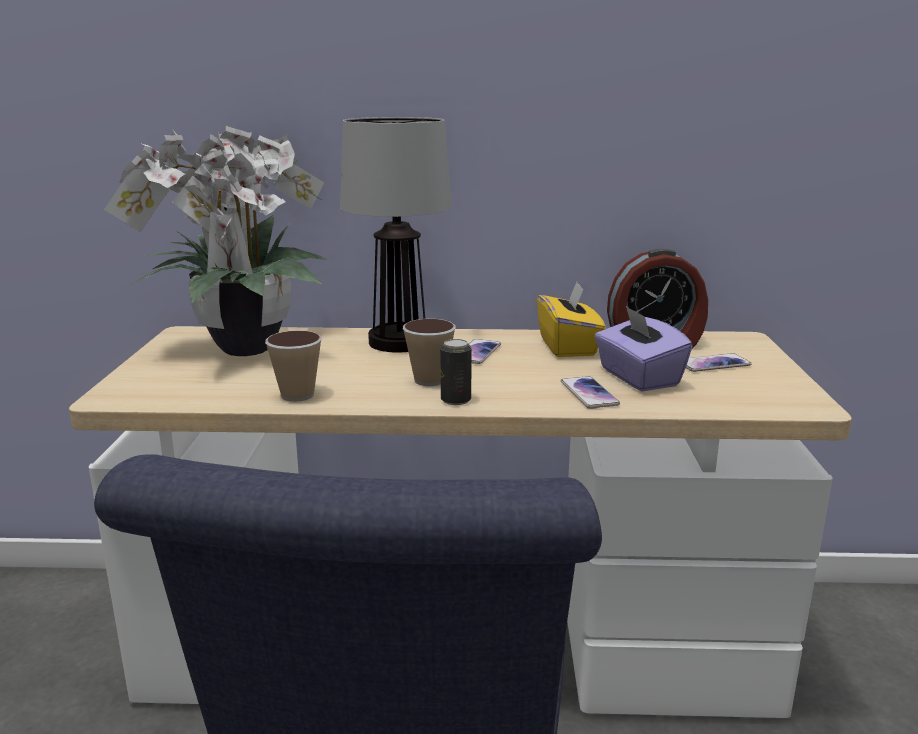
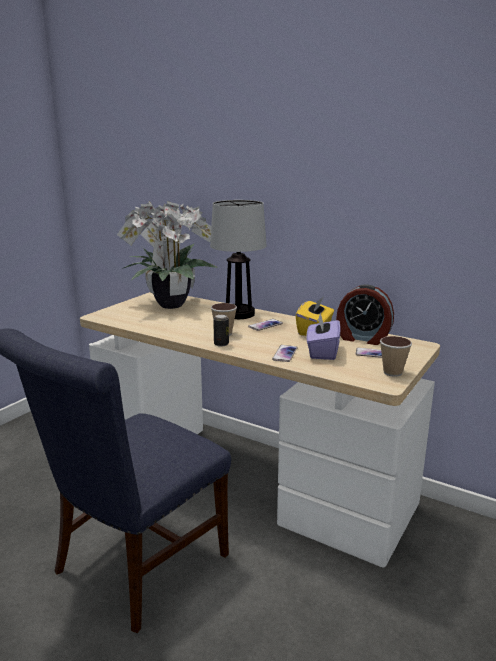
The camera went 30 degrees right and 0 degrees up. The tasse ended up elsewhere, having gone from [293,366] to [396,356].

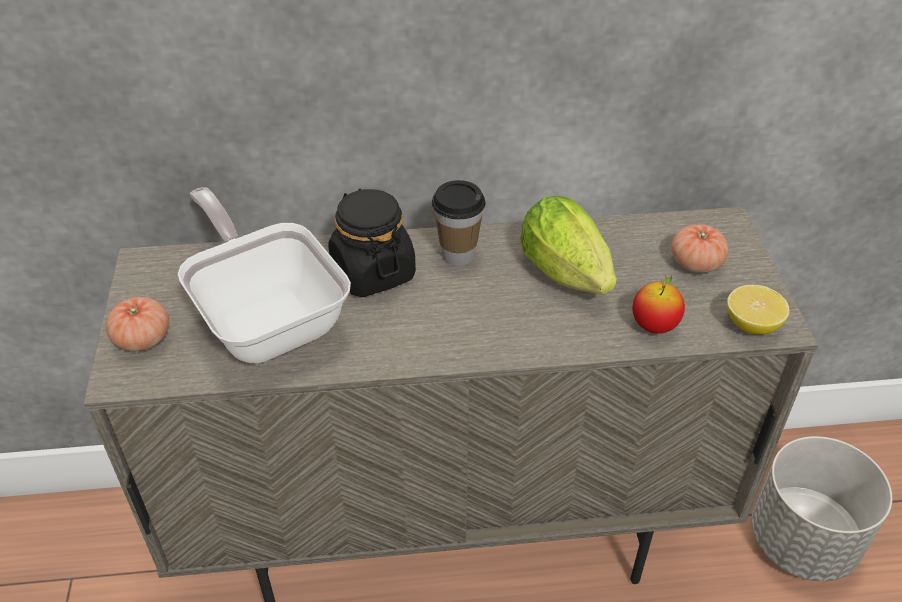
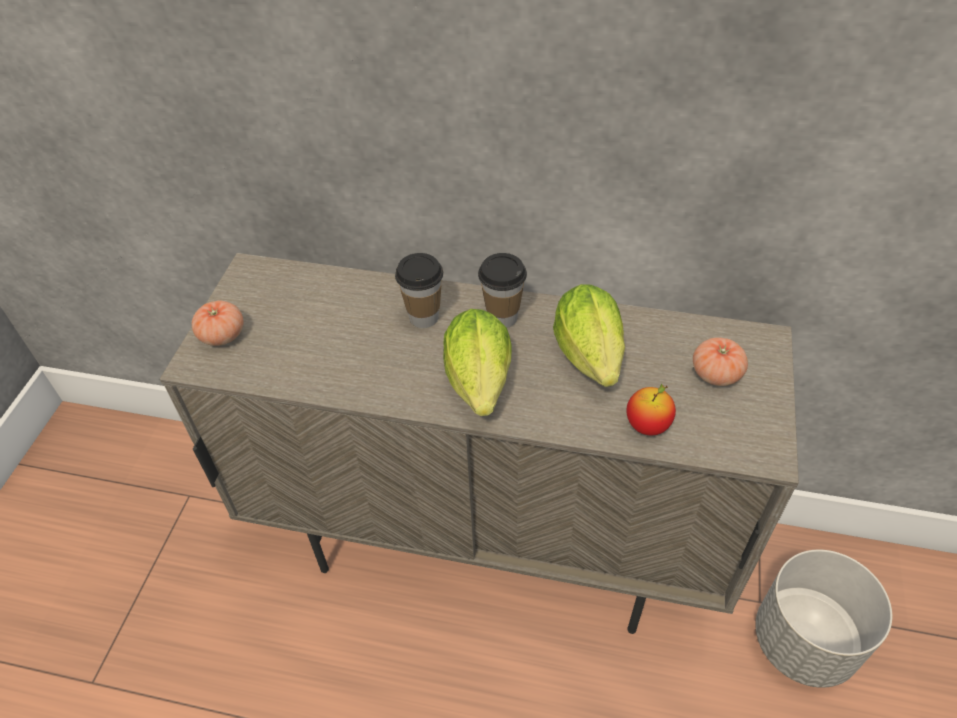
The camera went 20 degrees right and 5 degrees up. The second view lost the poêle at [264,275]. Where the bocal/noir stood at [372,242], the tasse came to stand at [419,290]. The second view lost the citron at [758,309]. The second view gained the laitue at [477,362].

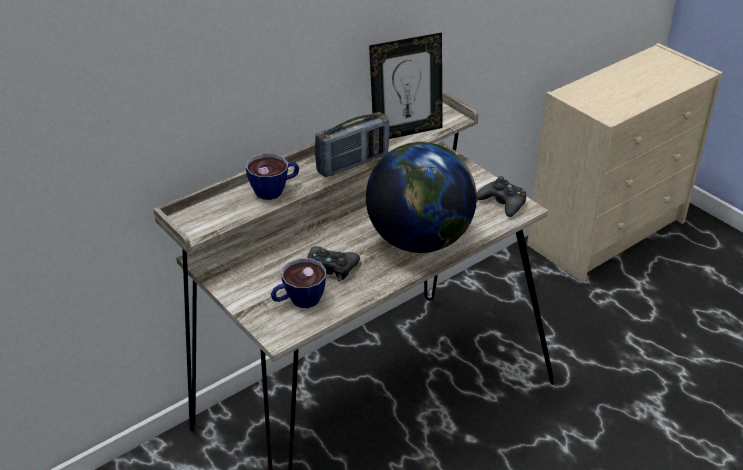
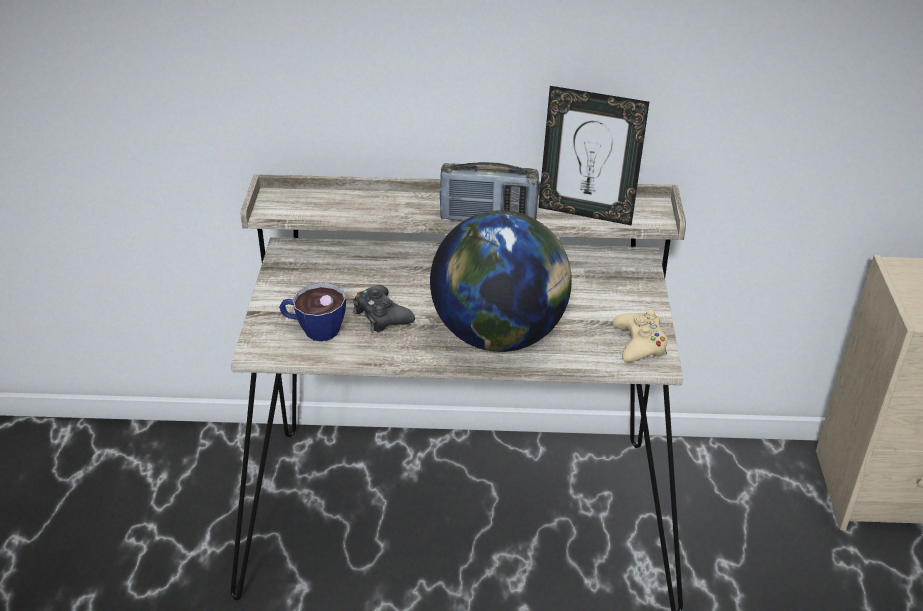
The camera went 40 degrees right and 0 degrees up. The second view lost the tasse at [272,177]. What was the manette/noir at [501,196] turned into the manette/beige at [640,336].

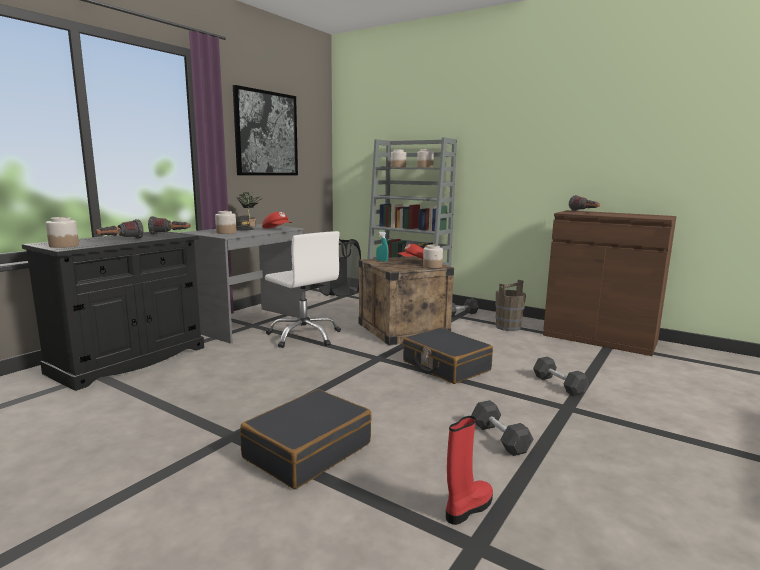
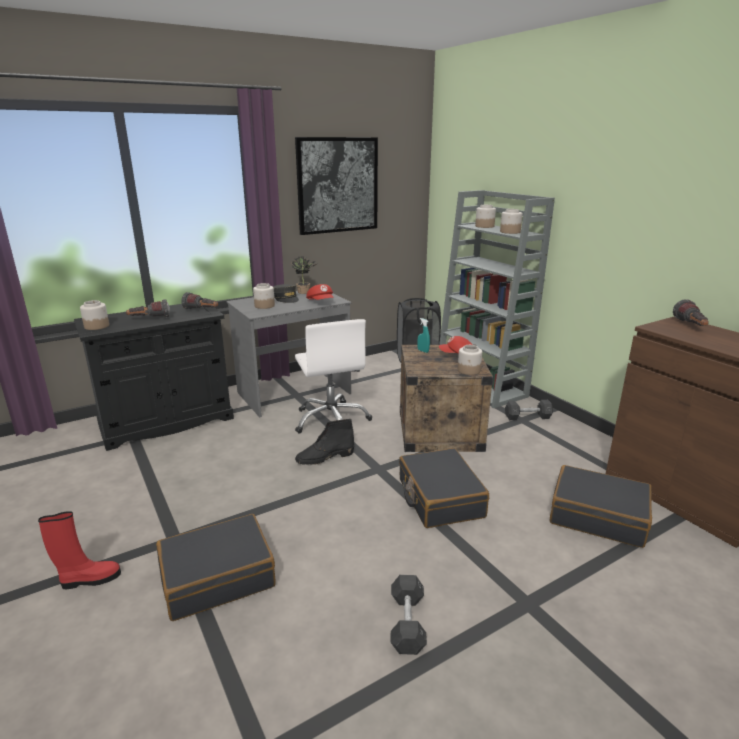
The camera went 25 degrees right and 10 degrees up. The botte/rouge ended up elsewhere, having gone from [469,470] to [79,550]. The second view lost the seau/marron at [510,305]. The second view lost the haltère/gris at [560,376]. The second view gained the botte/noir at [324,442]. The second view gained the valise/noir at [600,506].

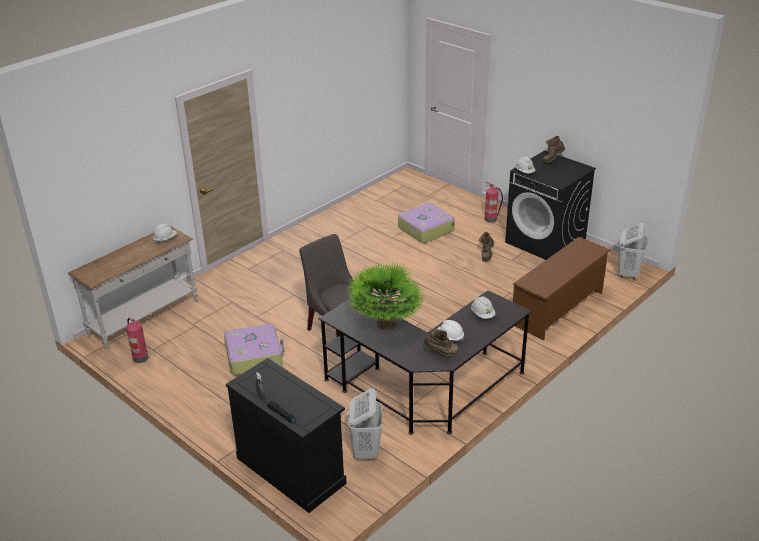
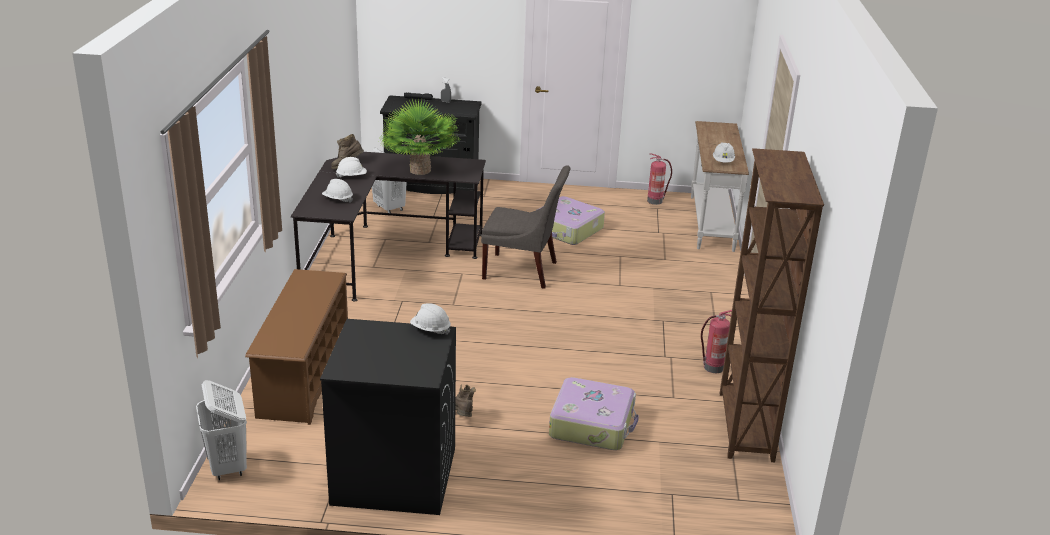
The camera went 140 degrees right and 5 degrees down. The extincteur ended up elsewhere, having gone from [494,202] to [716,341]. The second view lost the botte/marron at [553,149]. The second view gained the bibliothèque/marron at [771,305].

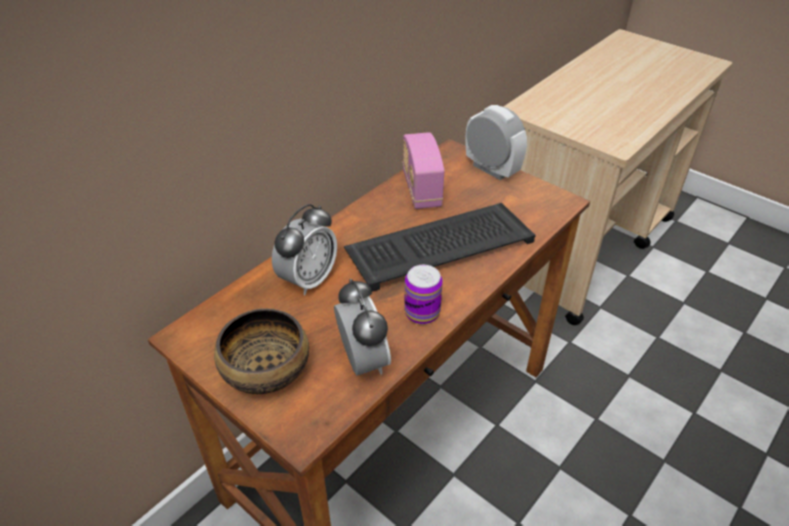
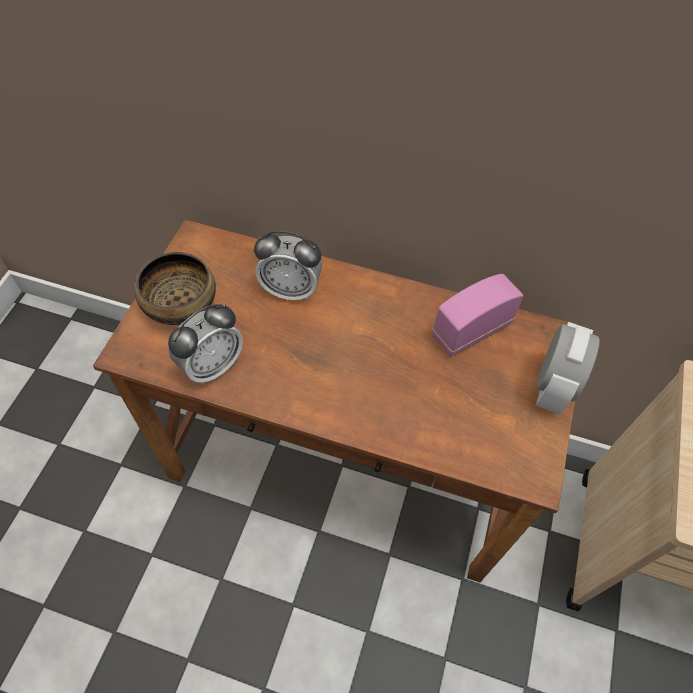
The camera went 65 degrees right and 15 degrees up. The second view lost the clavier at [440,247]. The second view lost the boîte métallique at [423,294].

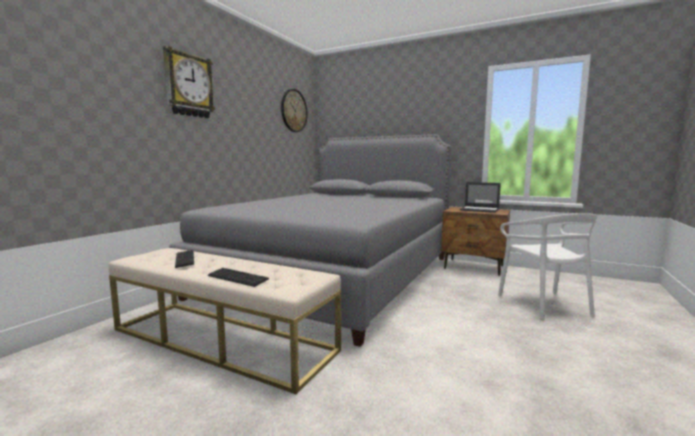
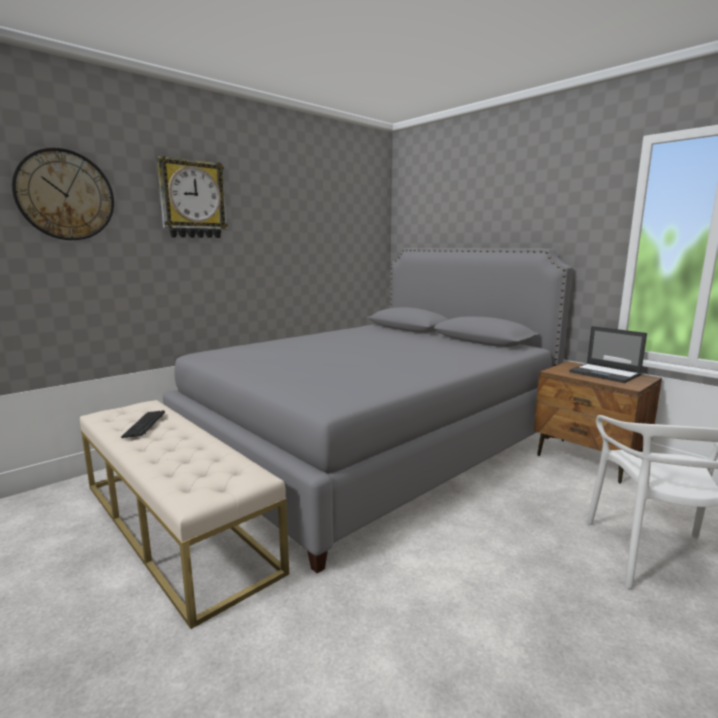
The camera went 20 degrees right and 5 degrees up. The second view lost the clavier at [238,277]. The horloge murale ended up elsewhere, having gone from [294,110] to [63,194].

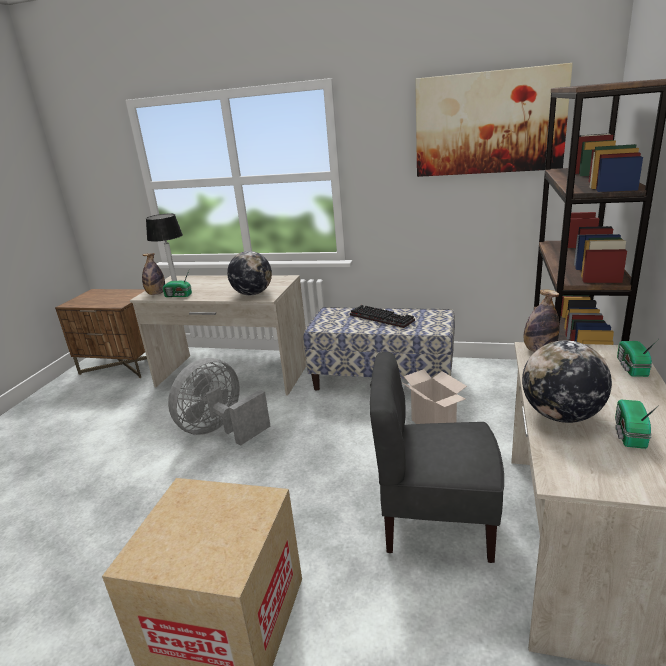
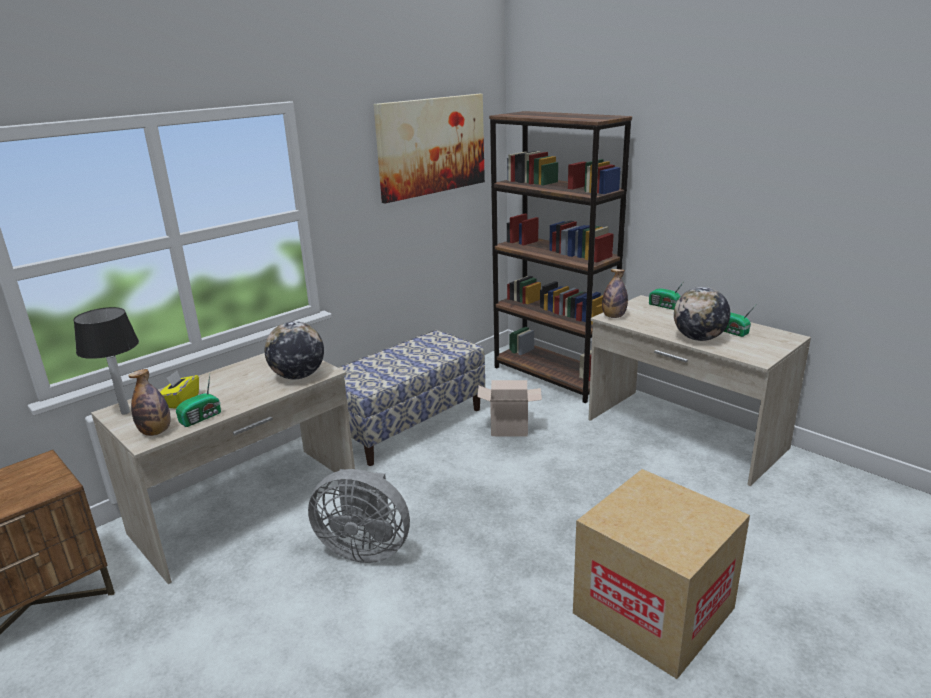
The camera went 60 degrees left and 0 degrees up. The ventilateur/gris at [219,402] ended up facing another way, 60 degrees counterclockwise from before. The second view lost the clavier at [382,316]. The second view lost the chaise/gris at [437,457]. The second view gained the boîte à mouchoirs/jaune at [179,390].

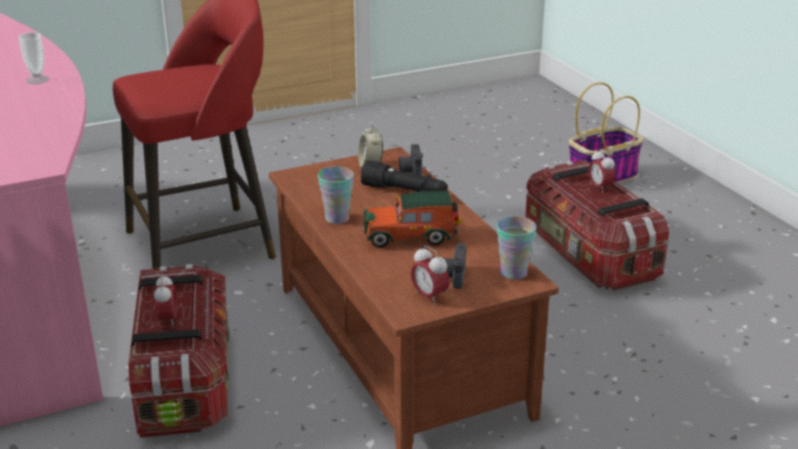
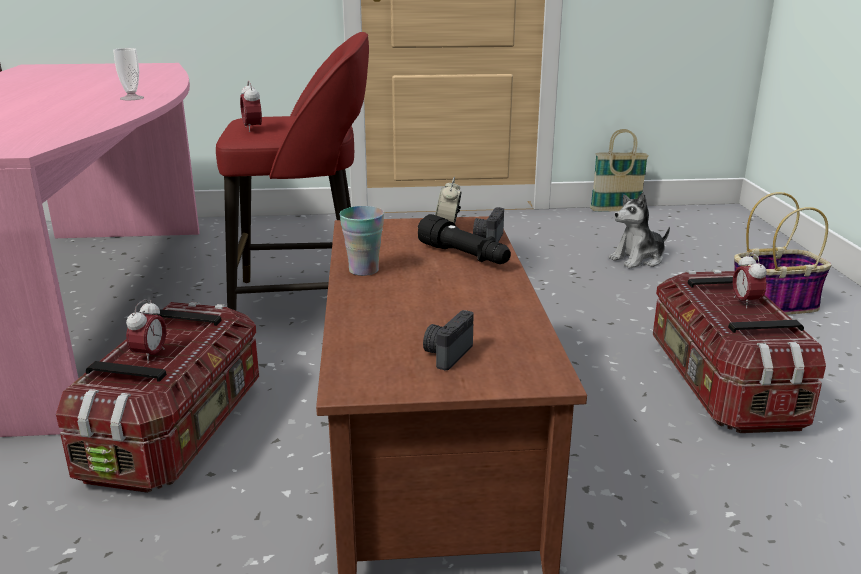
The camera went 20 degrees right and 5 degrees down. The second view lost the petite voiture at [413,219]. The réveil ended up elsewhere, having gone from [430,275] to [251,106]. The second view lost the tasse at [516,248]. The second view gained the panier at [619,170]. The second view gained the peluche at [639,230].

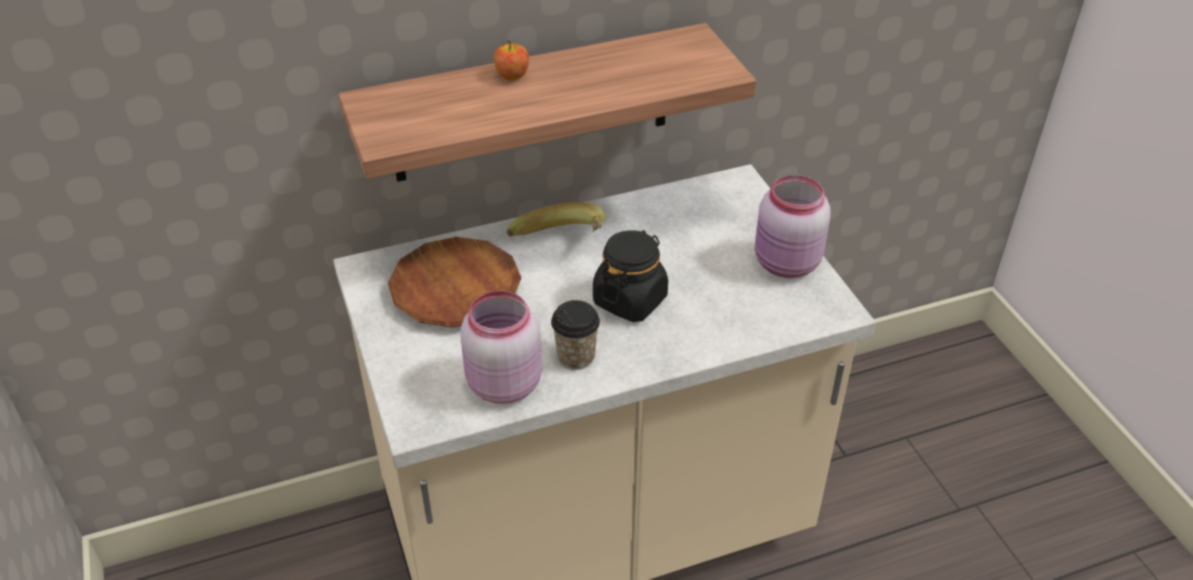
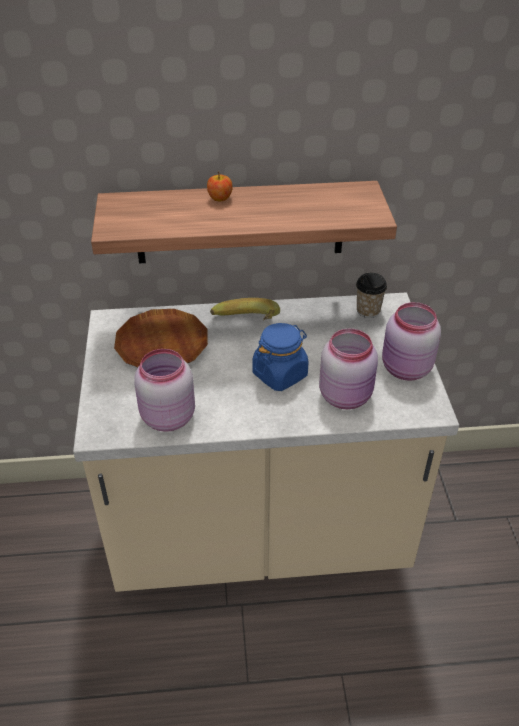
The camera went 15 degrees right and 0 degrees up. The tasse ended up elsewhere, having gone from [575,335] to [371,295]. What was the bocal/noir at [630,276] turned into the bocal/bleu at [280,357]. The second view gained the bocal/rose at [348,369].

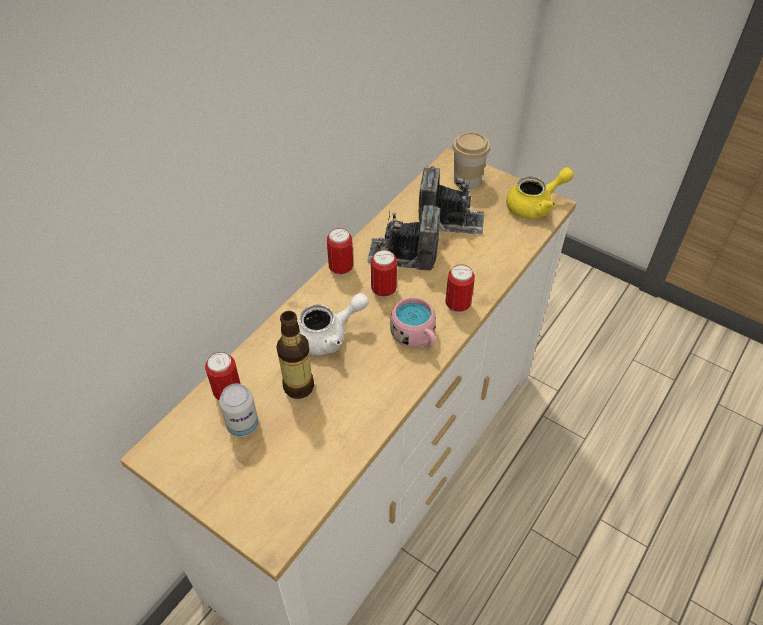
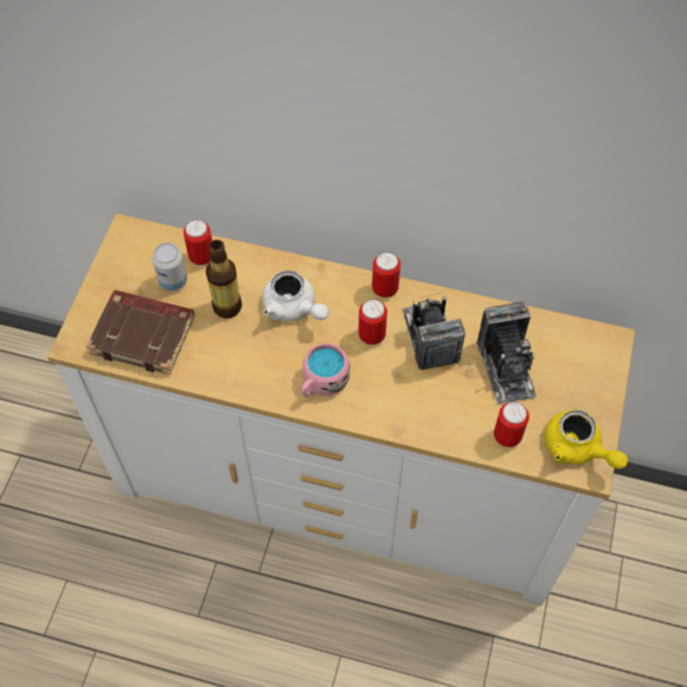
The camera went 70 degrees right and 10 degrees up. The boîte métallique ended up elsewhere, having gone from [460,288] to [511,424]. The second view lost the tasse at [471,161]. The second view gained the livre/marron at [140,332].

